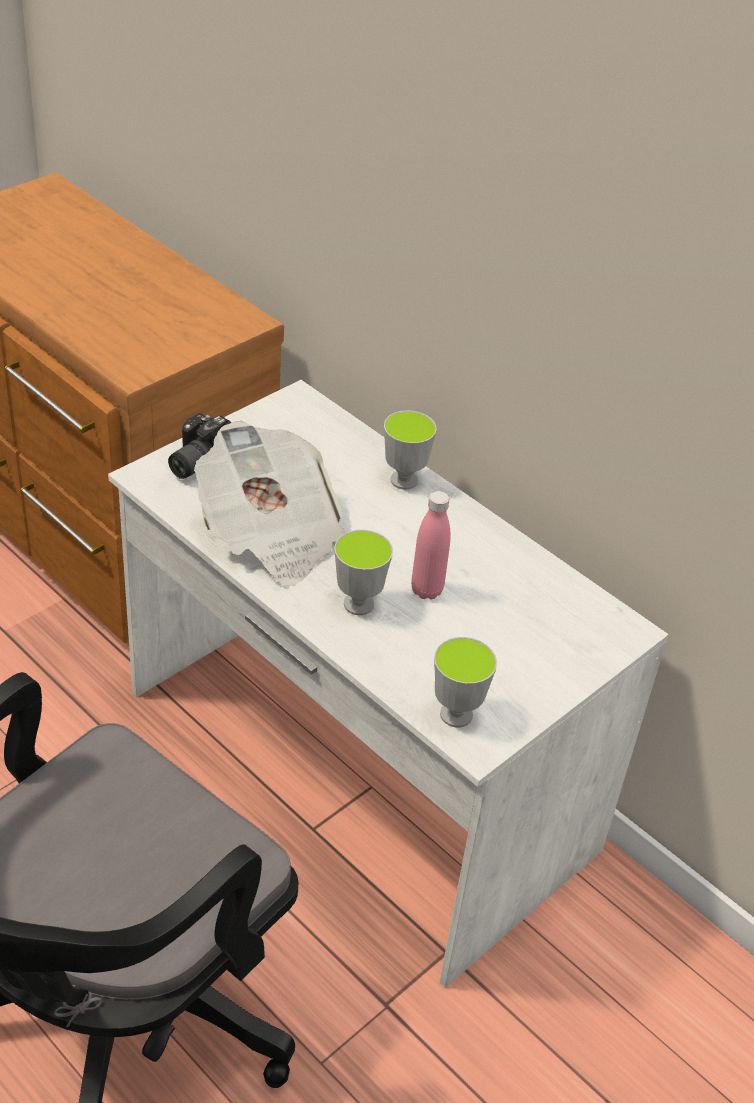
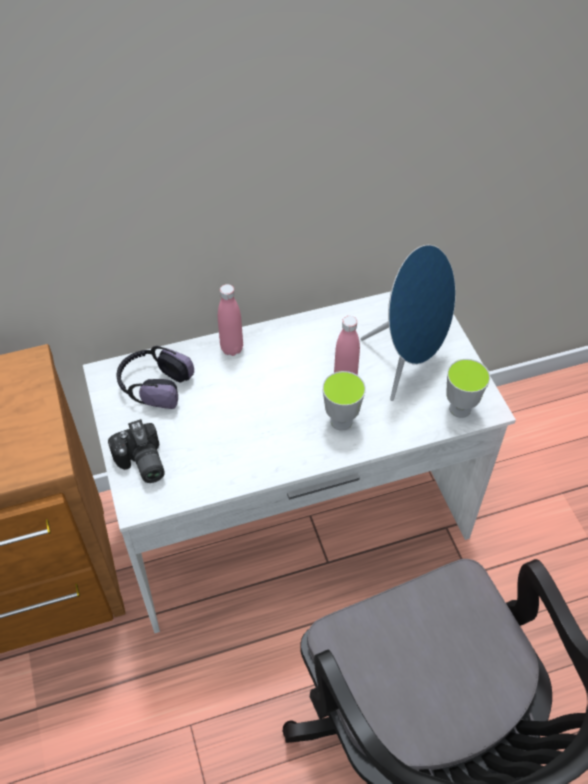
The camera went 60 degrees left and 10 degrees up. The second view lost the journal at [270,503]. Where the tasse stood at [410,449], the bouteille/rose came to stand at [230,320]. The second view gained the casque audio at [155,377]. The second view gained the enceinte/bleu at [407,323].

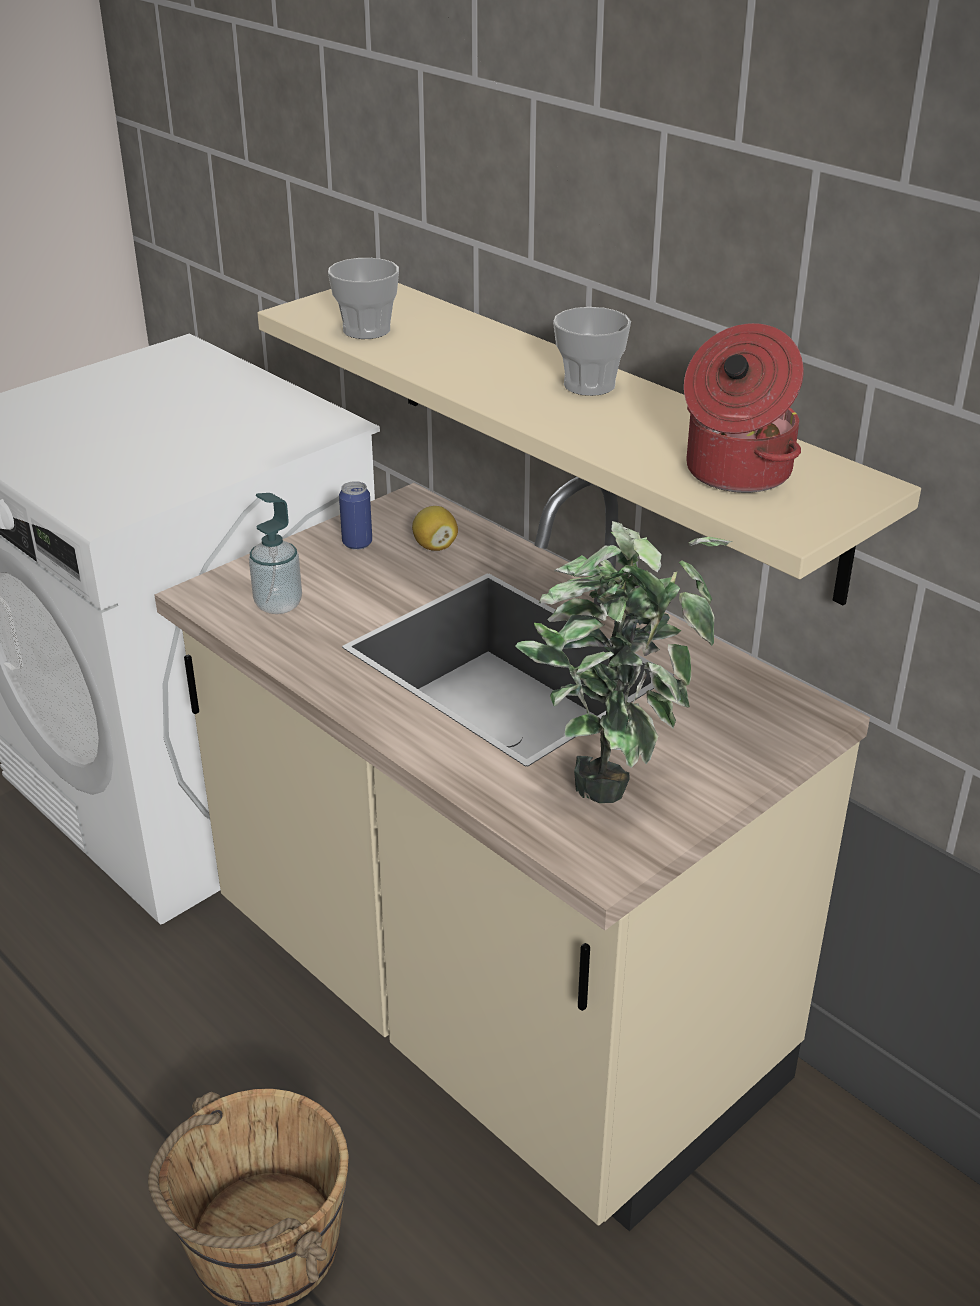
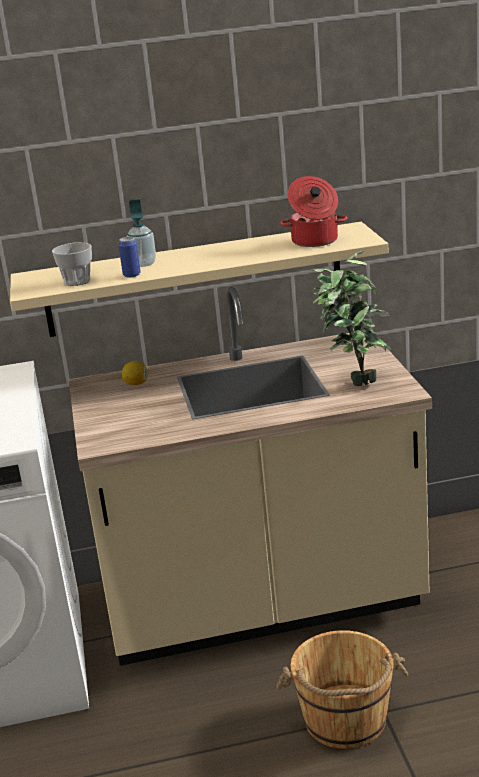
The camera went 55 degrees left and 10 degrees down. The distributeur de savon ended up elsewhere, having gone from [275,553] to [141,232]. The boîte métallique ended up elsewhere, having gone from [355,515] to [129,257]. The second view lost the tasse at [592,351].

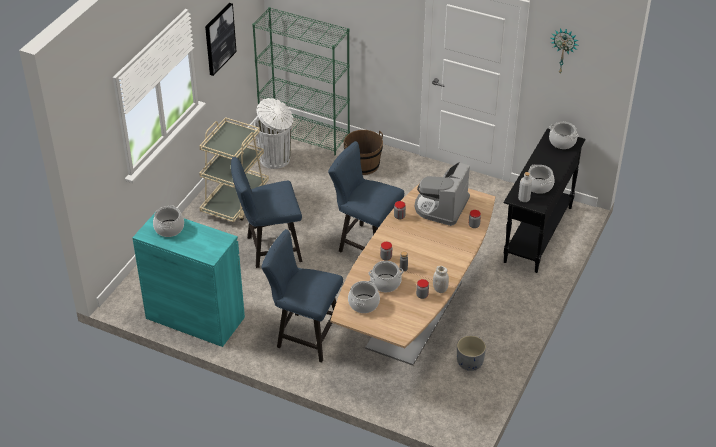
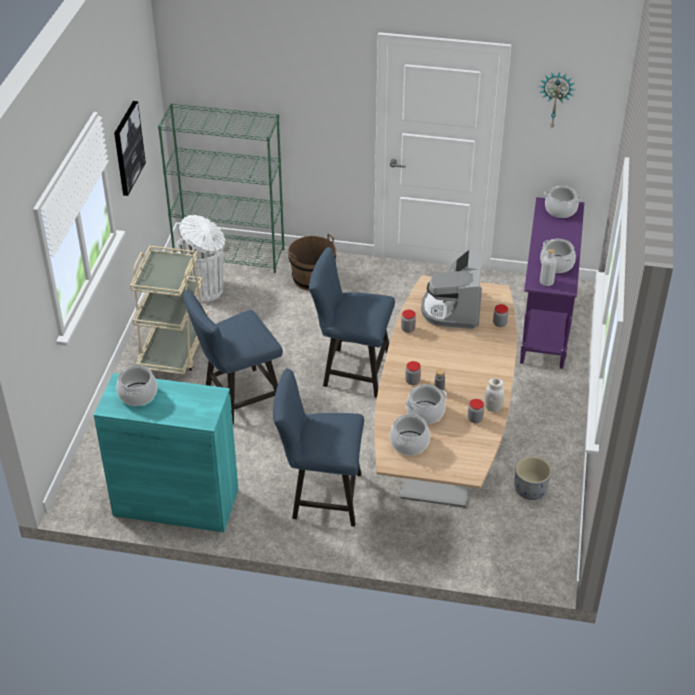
The camera went 15 degrees left and 0 degrees up. What was the table console/noir at [544,200] turned into the table console/violet at [552,283].

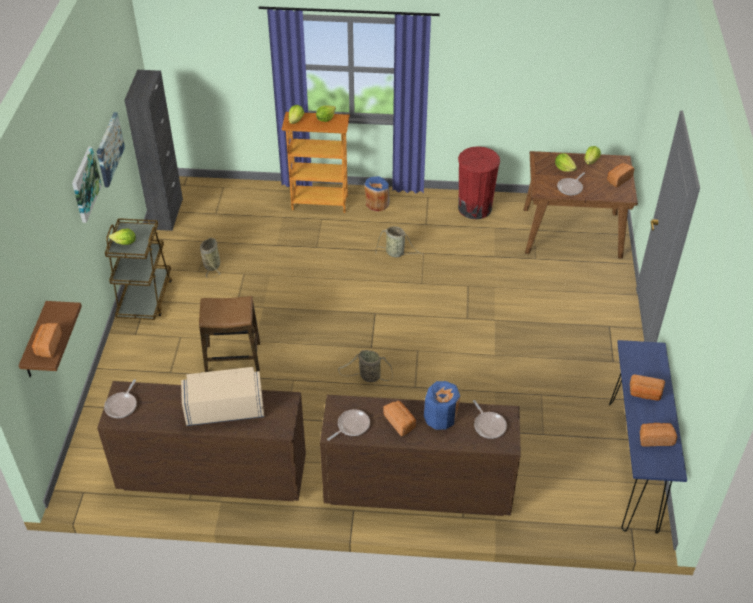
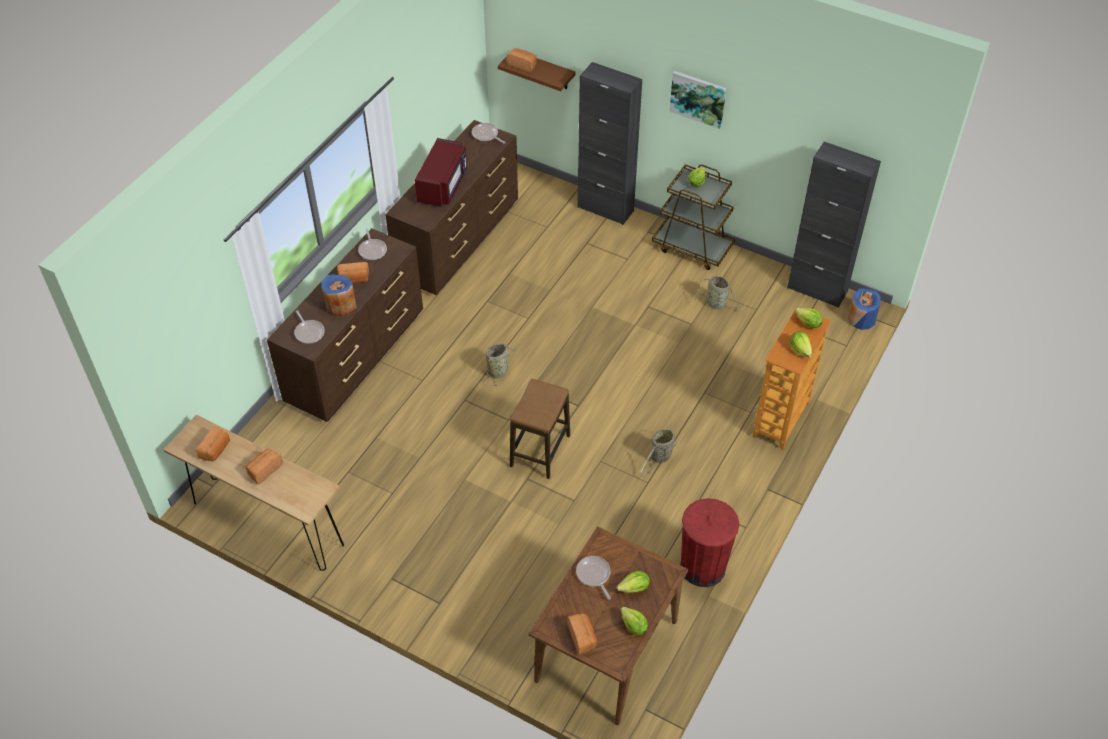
The camera went 115 degrees right and 5 degrees up. The second view lost the tableau at [111,149]. What was the micro-ondes/beige at [222,396] turned into the micro-ondes/rouge at [441,173]. The tabouret ended up elsewhere, having gone from [229,334] to [540,429]. The vase/bleu ended up elsewhere, having gone from [377,193] to [864,309]. The poêle at [490,419] ended up facing another way, 120 degrees counterclockwise from before. What was the table console/bleu at [648,437] turned into the table console/marron at [253,493]. The second view gained the meuble de rangement/noir at [609,143].

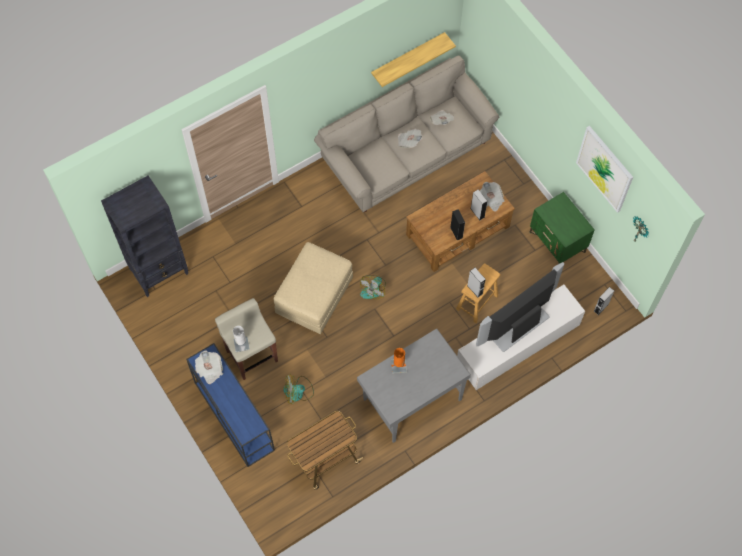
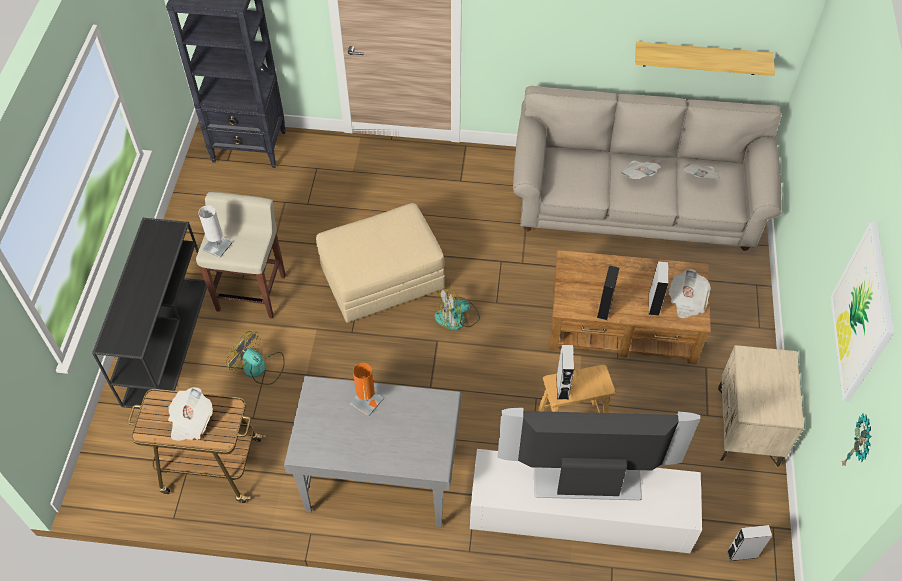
The camera went 40 degrees right and 10 degrees down. What was the table console/bleu at [230,405] turned into the table console/noir at [149,313]. The journal ended up elsewhere, having gone from [209,367] to [190,414]. What was the table de chevet/vert at [562,228] turned into the table de chevet/beige at [761,406].

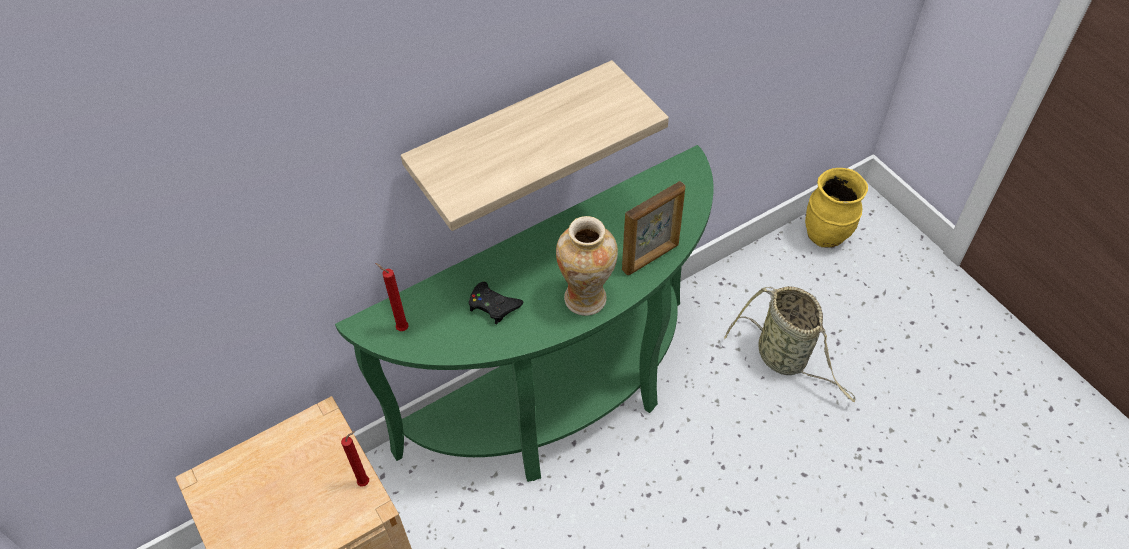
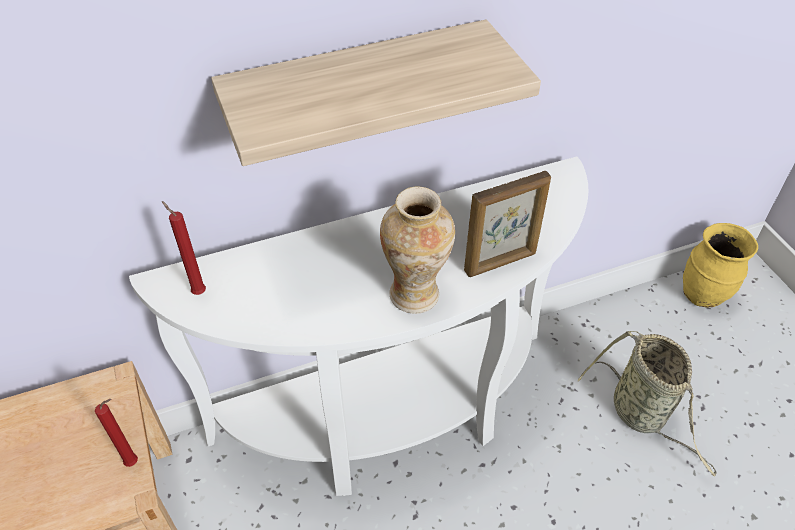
The camera went 10 degrees right and 5 degrees down. What was the table console/vert at [524,313] turned into the table console/blanc at [358,326]. The second view lost the manette/noir at [496,303].

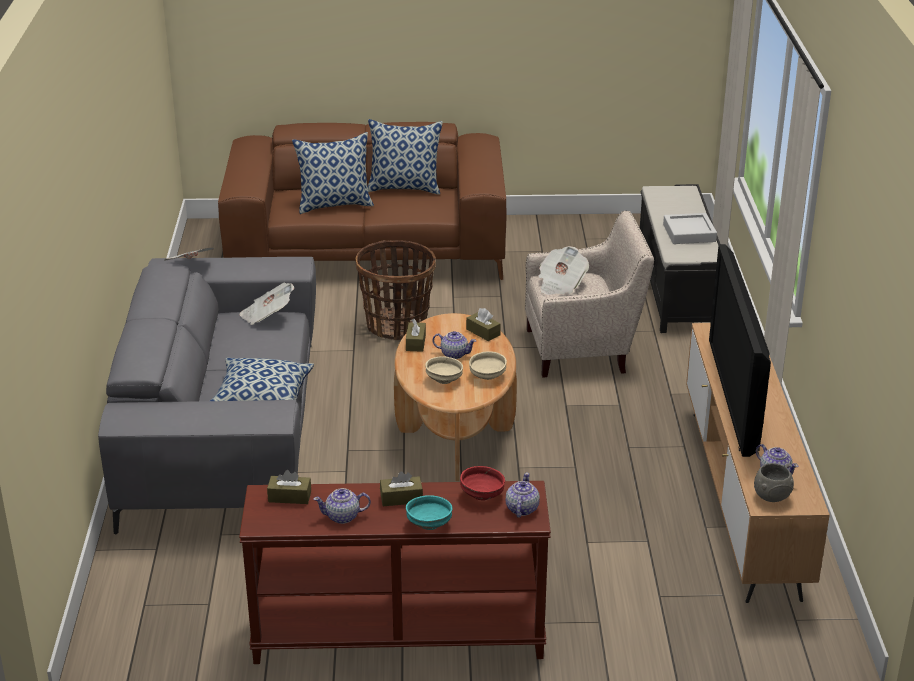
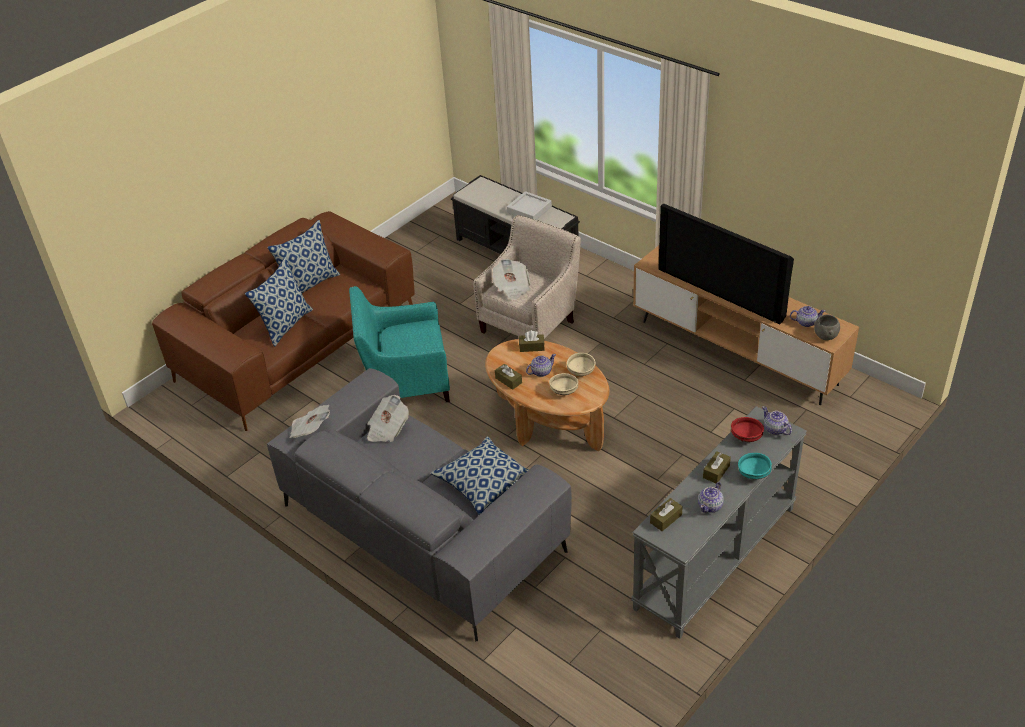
The camera went 45 degrees left and 10 degrees up. What was the table console/marron at [395,572] turned into the table console/gris at [719,522]. Where the panier stood at [396,290], the fauteuil/turquoise came to stand at [399,344].

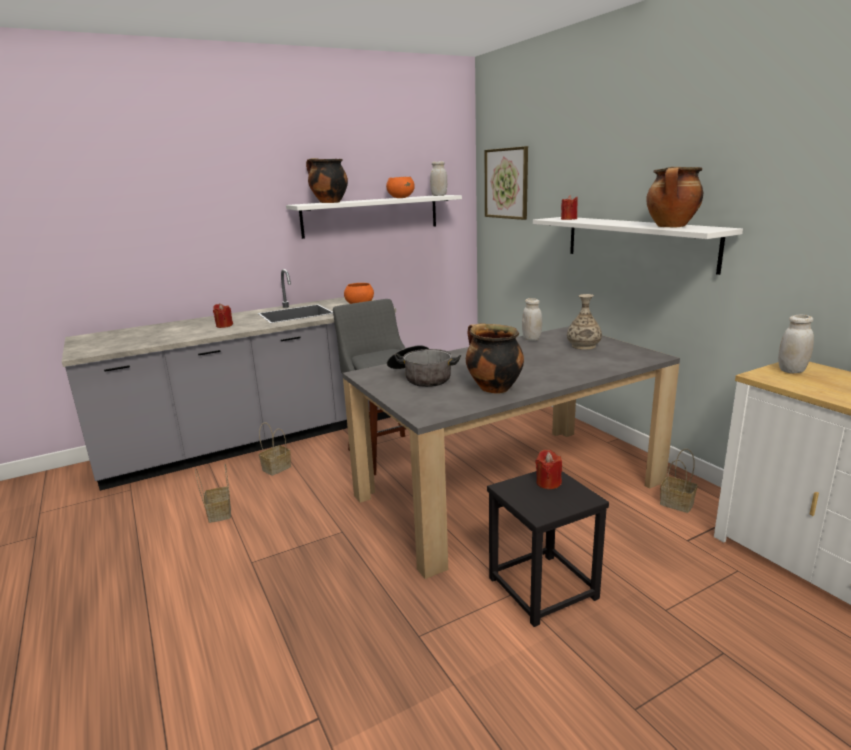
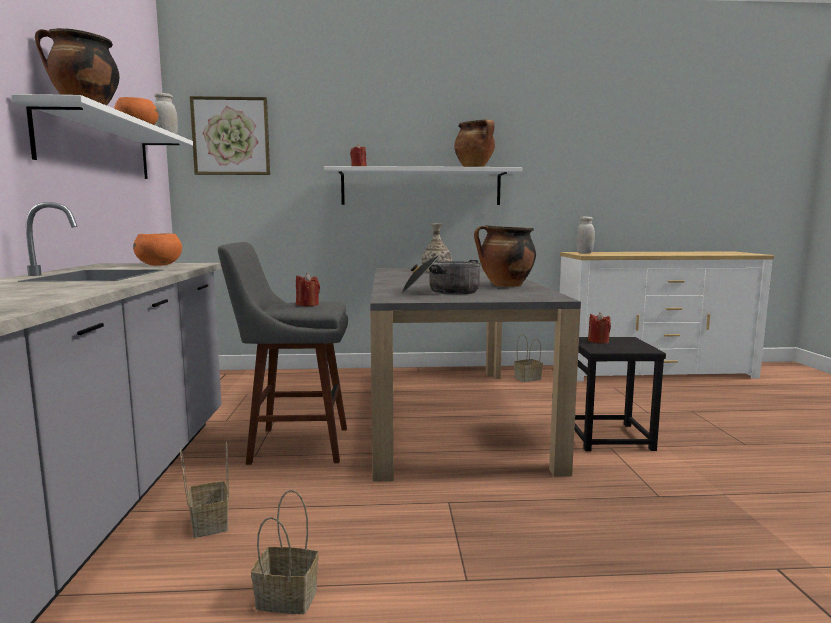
The camera went 65 degrees left and 10 degrees down. The bougie/rouge ended up elsewhere, having gone from [223,315] to [308,289]. The second view lost the bocal/blanc at [532,319].

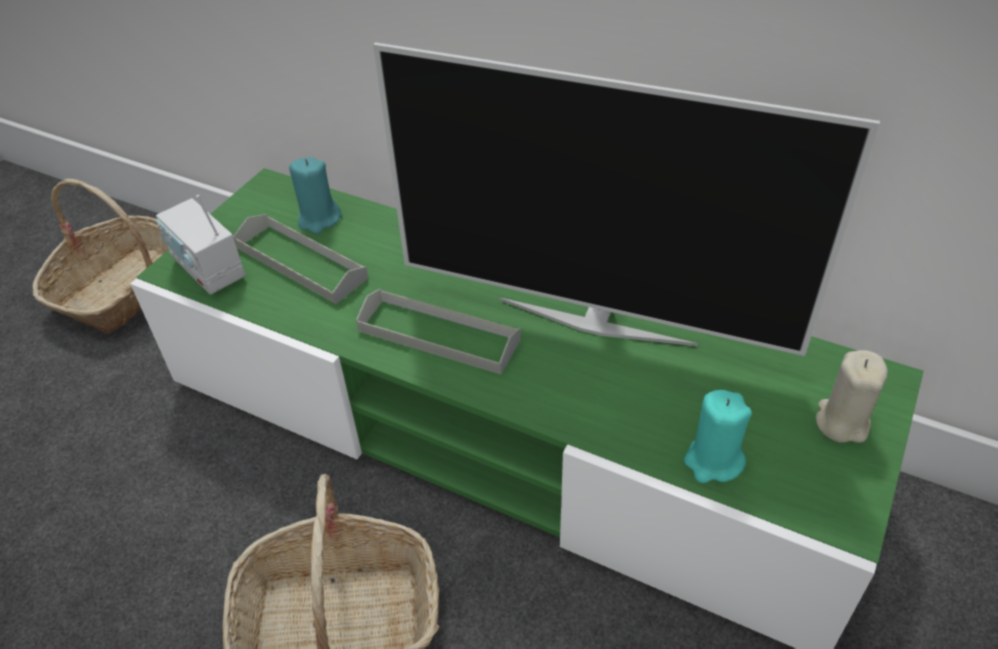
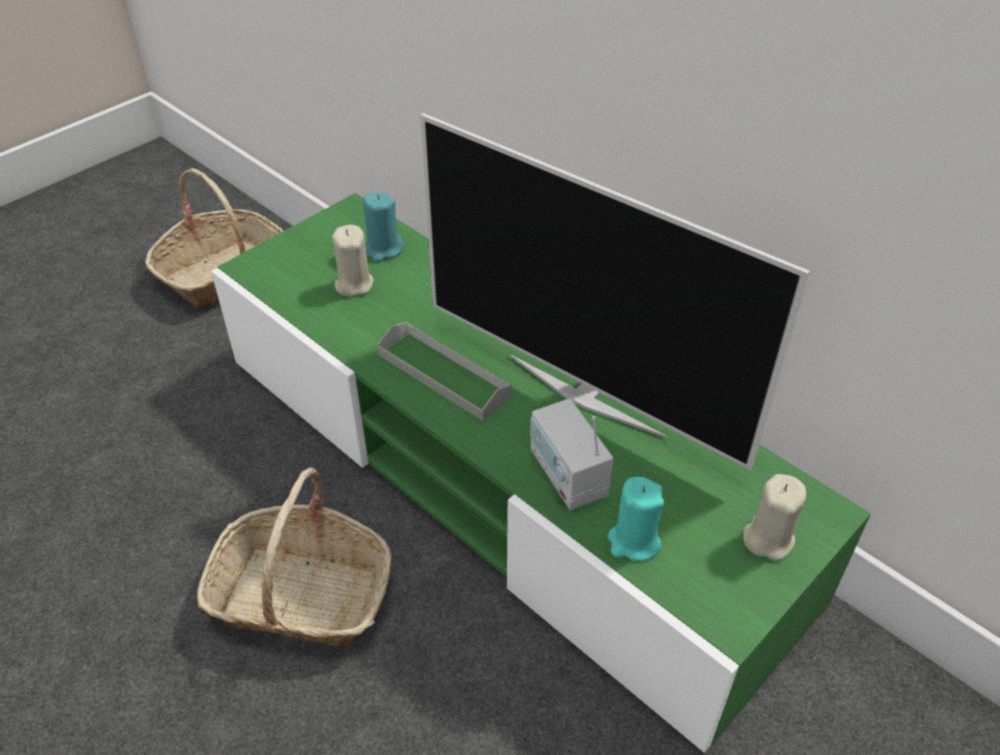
The camera went 15 degrees right and 0 degrees up. The radio ended up elsewhere, having gone from [200,245] to [571,454]. Where the plateau/gris stood at [300,259], the bougie/beige came to stand at [352,261].

